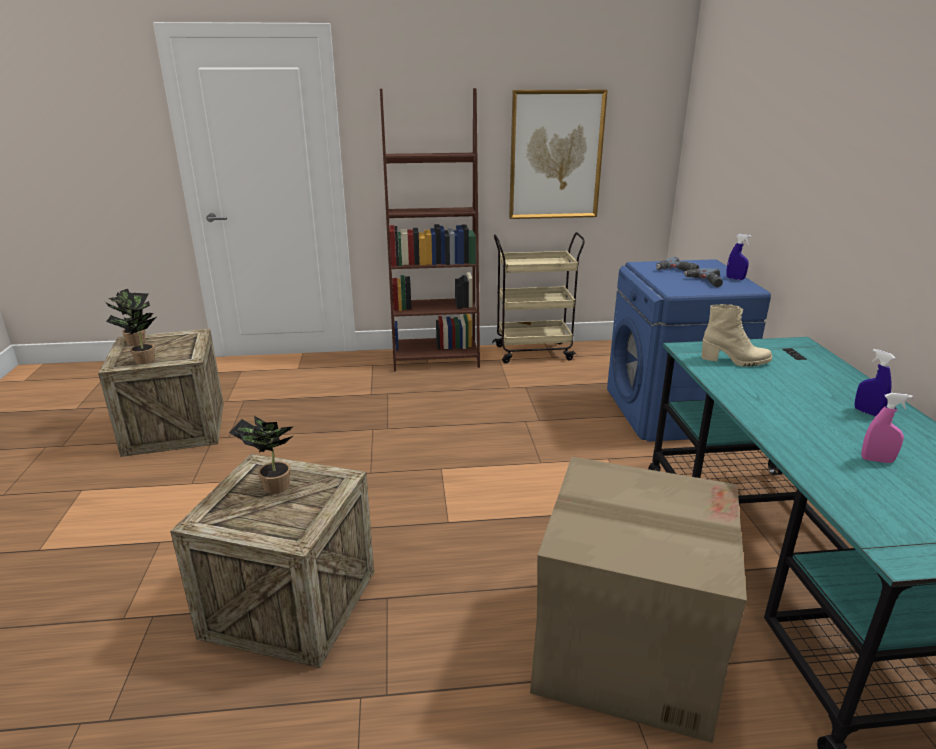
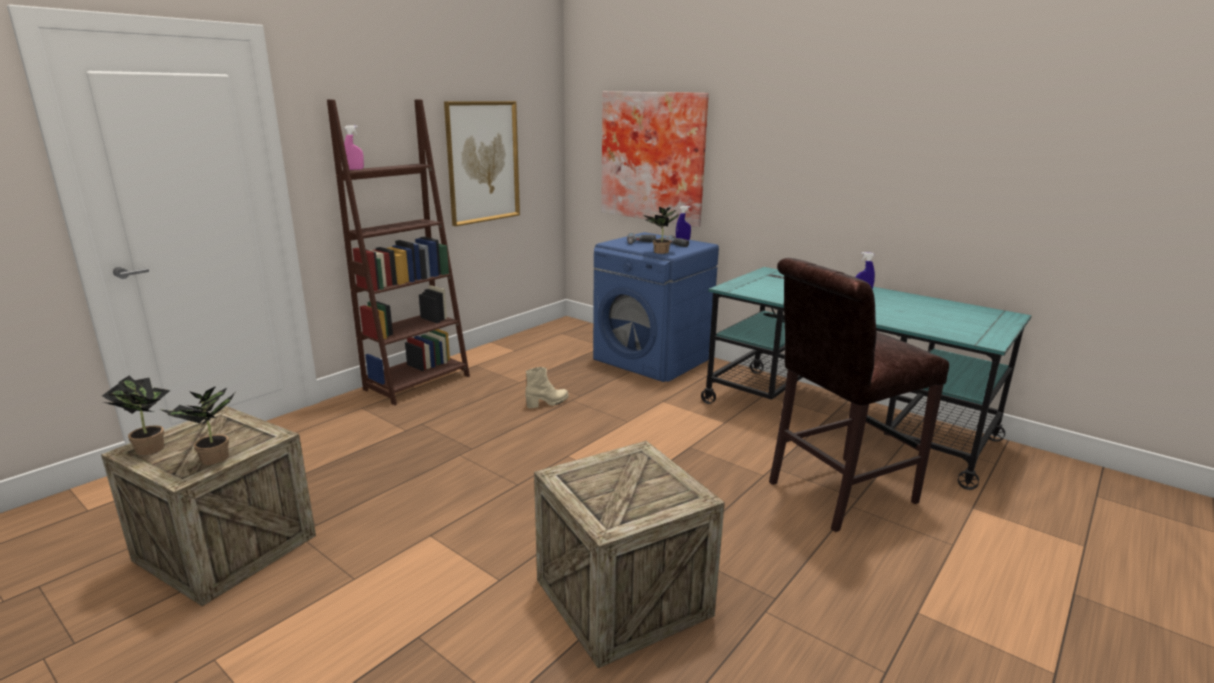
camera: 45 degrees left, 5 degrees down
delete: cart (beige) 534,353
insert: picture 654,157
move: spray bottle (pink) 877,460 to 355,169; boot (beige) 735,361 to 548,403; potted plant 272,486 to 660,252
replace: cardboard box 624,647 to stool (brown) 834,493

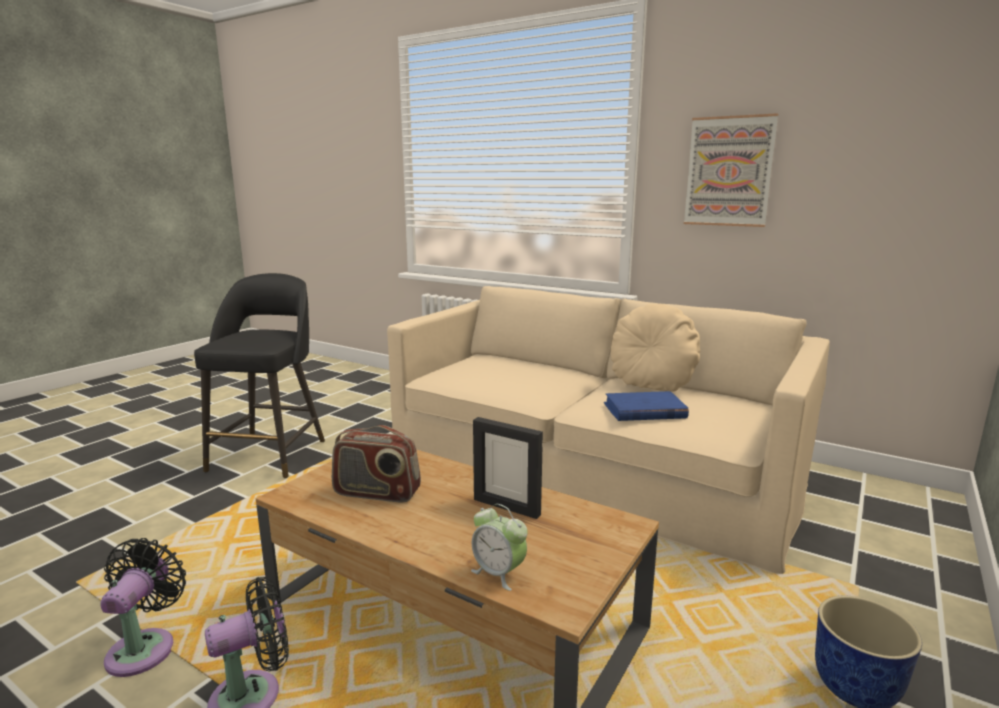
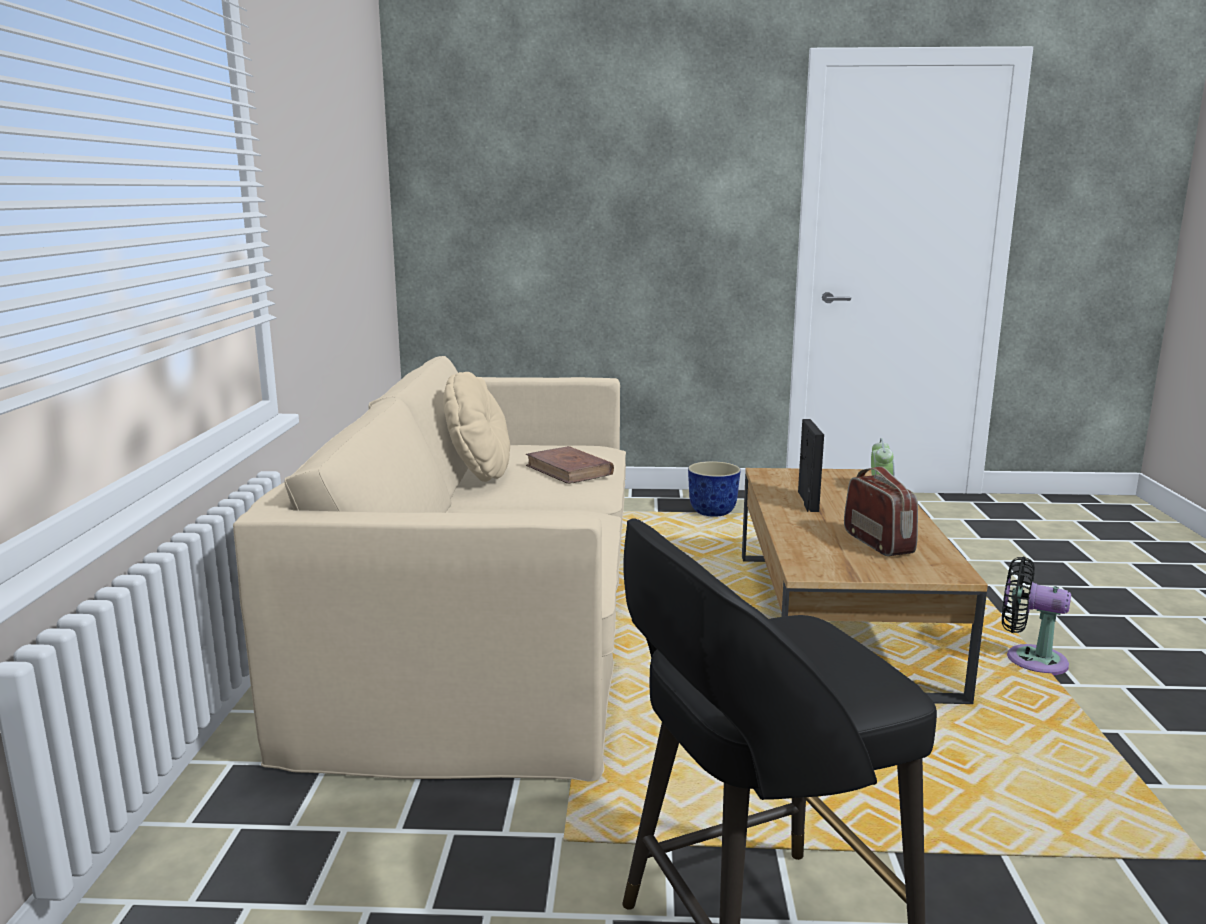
camera: 120 degrees left, 0 degrees up
delete: fan (black) 145,647; picture 729,172
recolor: book (blue) 644,411 to book (brown) 569,470

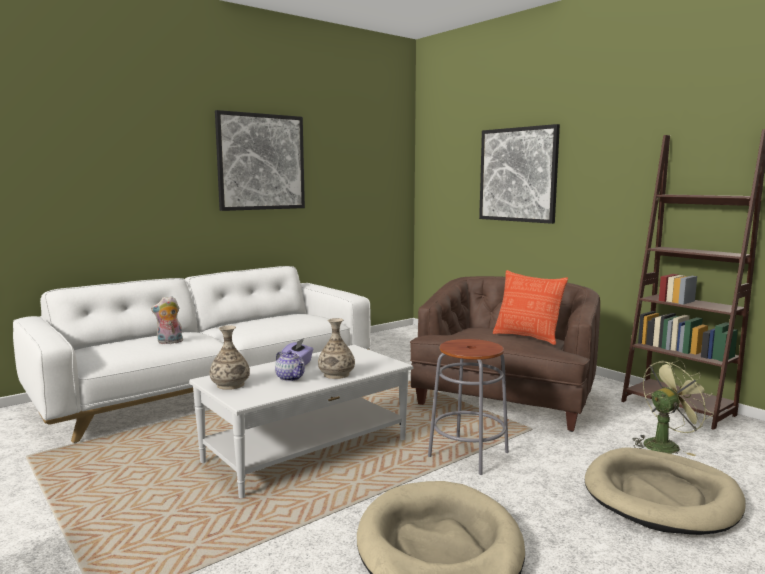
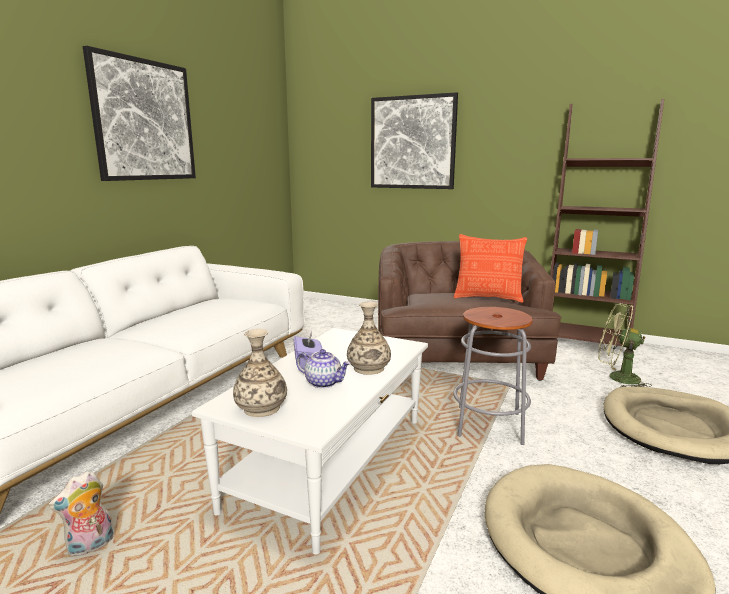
camera: 25 degrees left, 5 degrees up
move: plush toy 169,342 to 90,547
rotate: fan (green) 665,445 = 617,378 105 degrees counterclockwise

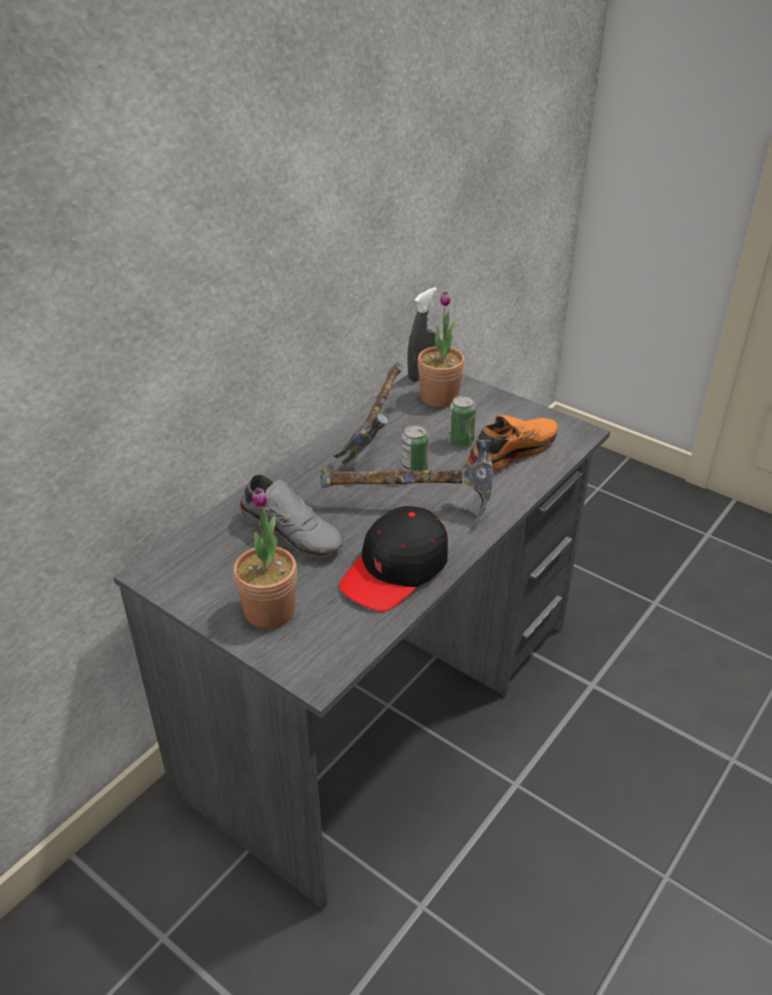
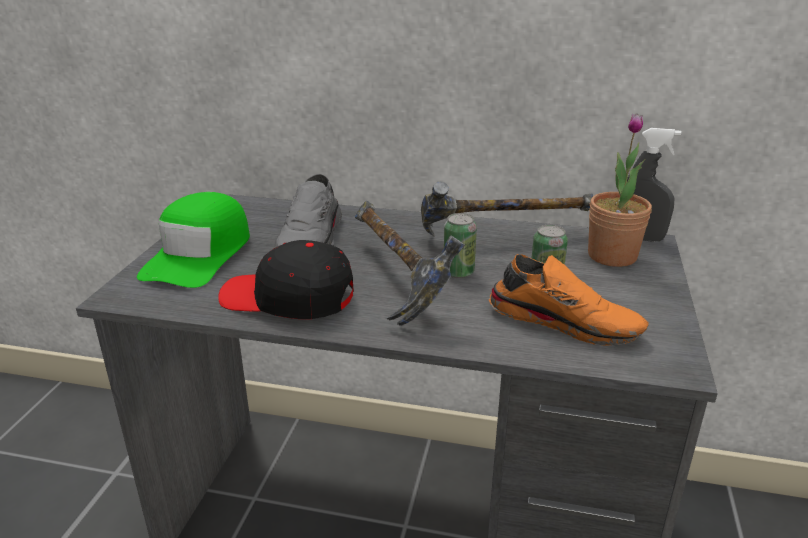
camera: 65 degrees right, 10 degrees down
replace: potted plant 269,611 to cap (green) 199,255

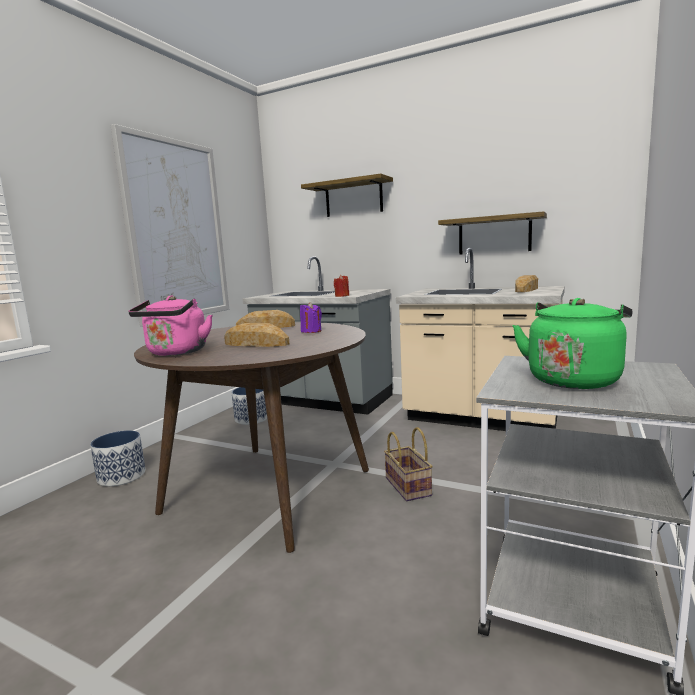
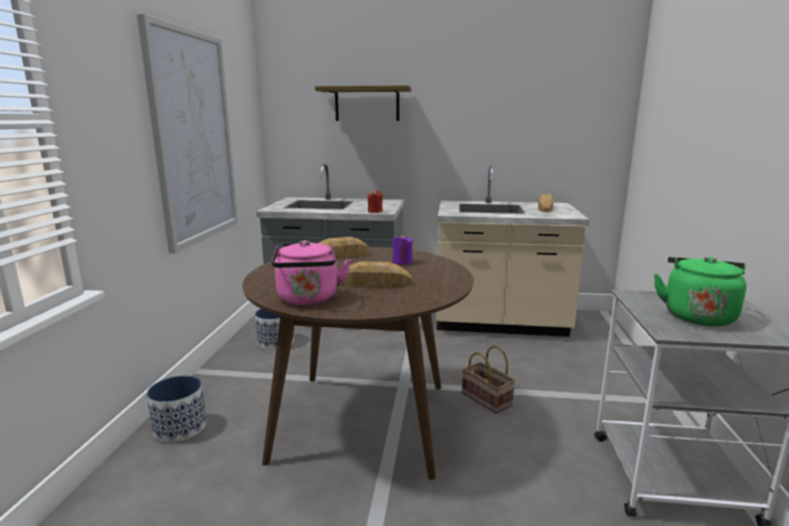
camera: 20 degrees left, 5 degrees up
delete: shelf 494,235

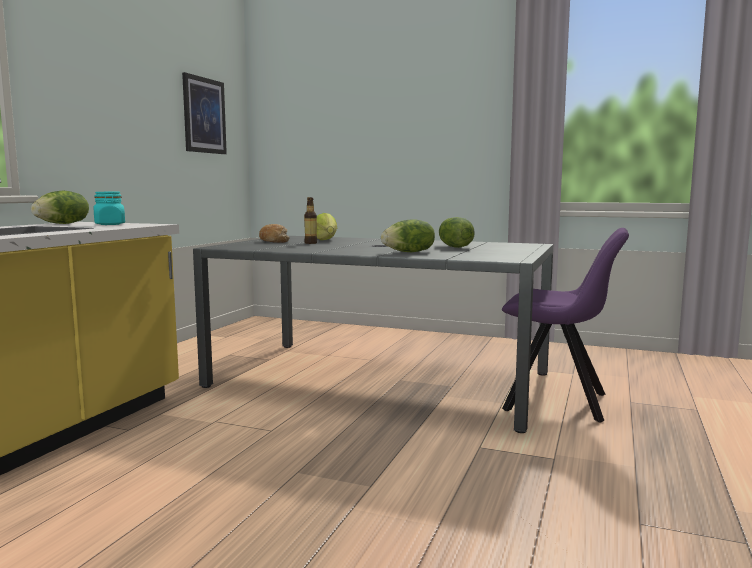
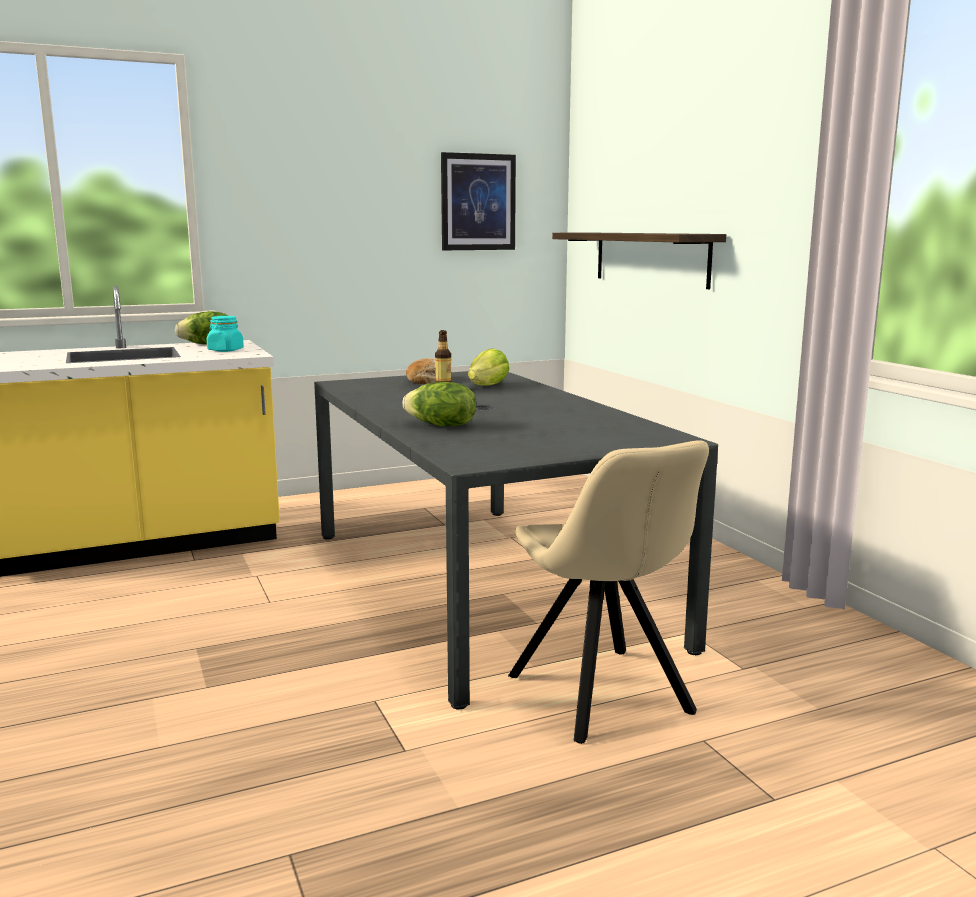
camera: 45 degrees right, 5 degrees up
delete: lettuce 454,247
insert: shelf 650,258
recolor: chair (purple) 556,402 to chair (beige) 601,694

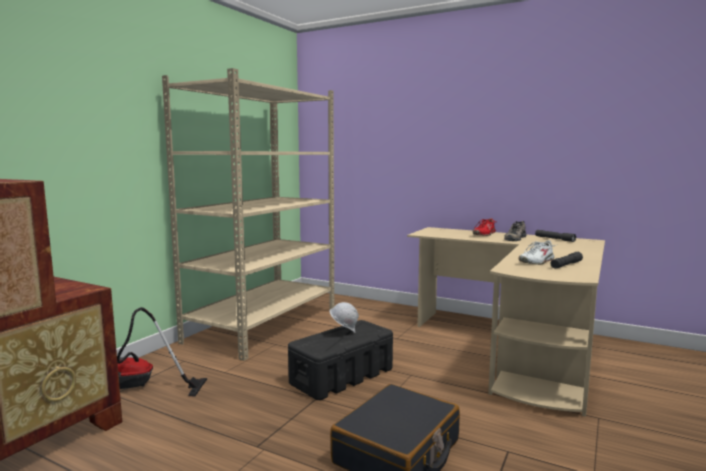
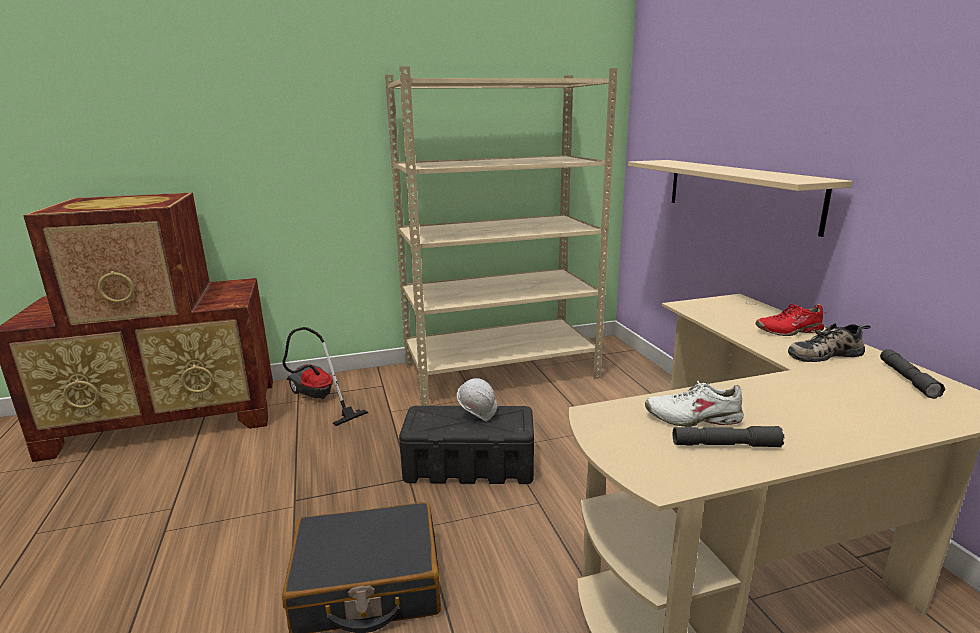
camera: 45 degrees right, 10 degrees up
insert: shelf (beige) 738,192

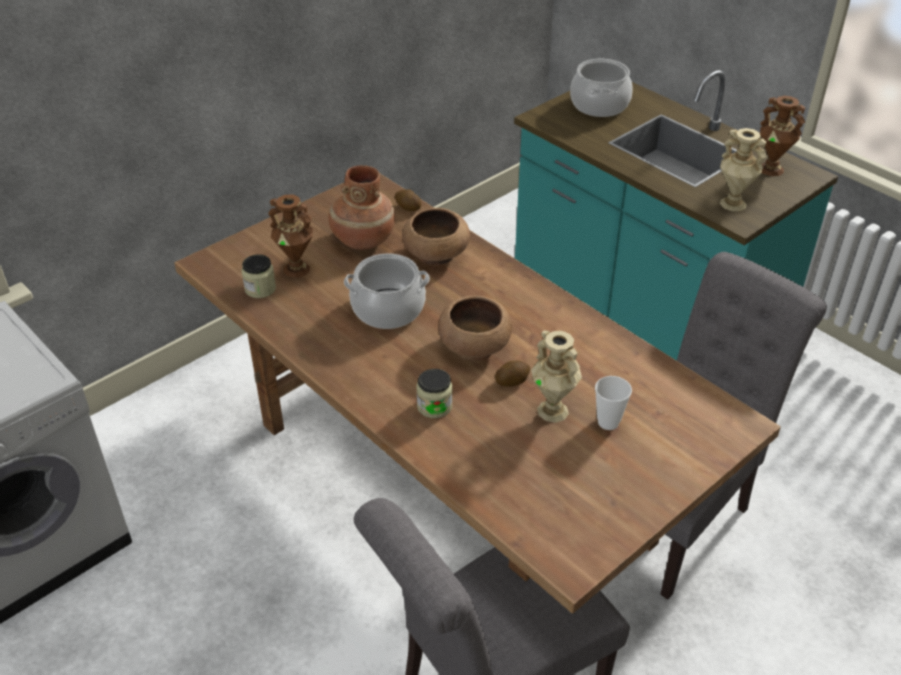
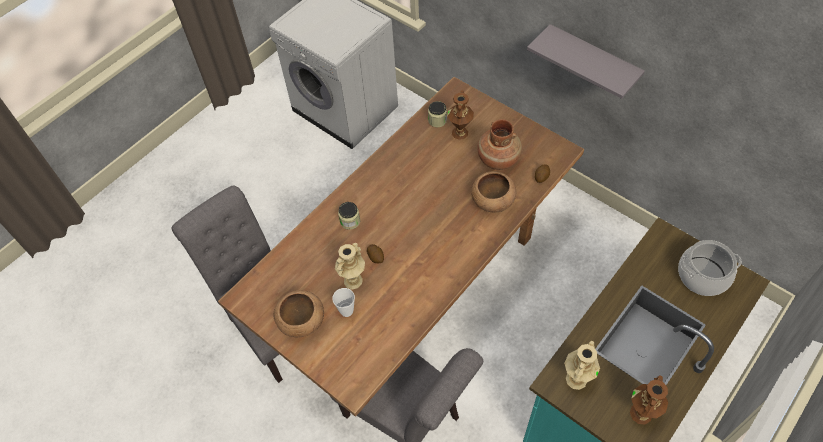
camera: 85 degrees right, 15 degrees up
delete: cooking pot 388,309
insert: shelf (grey) 592,62
move: bowl (brown) 475,346 to 302,321

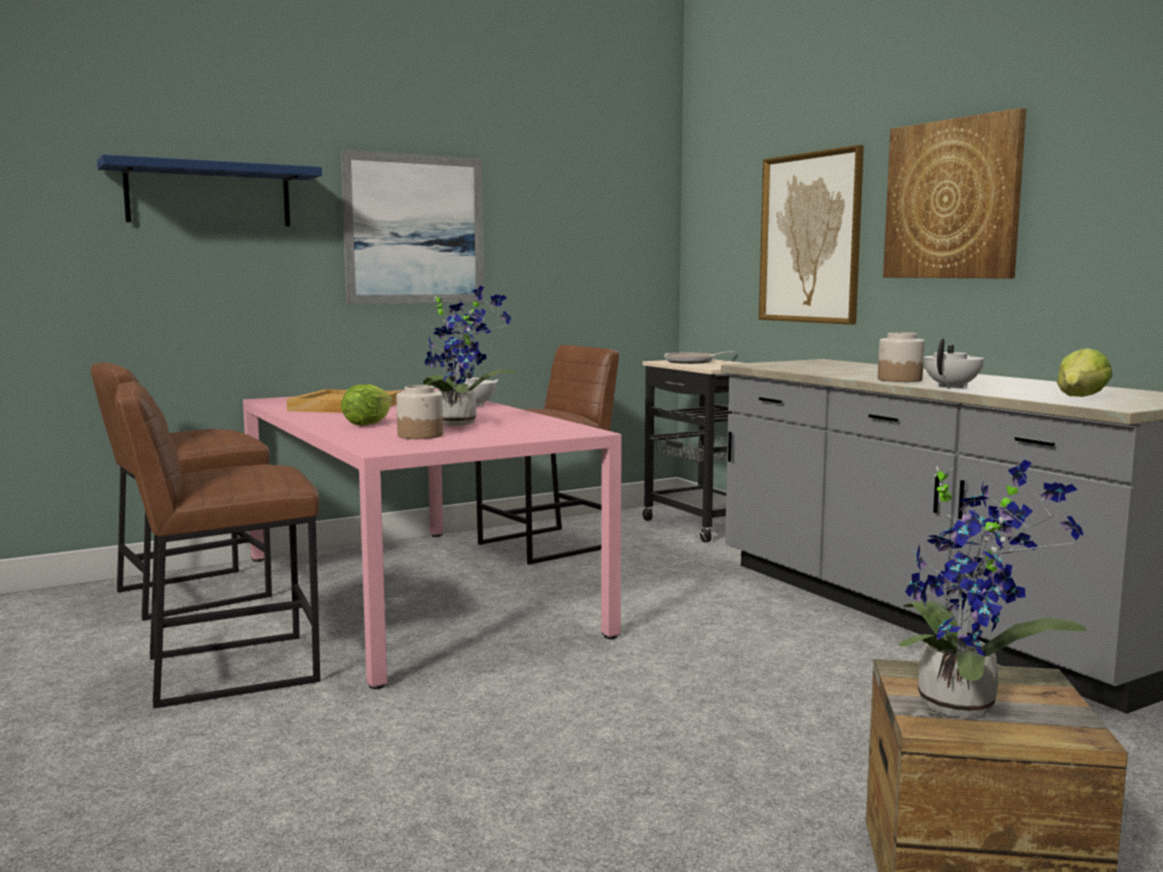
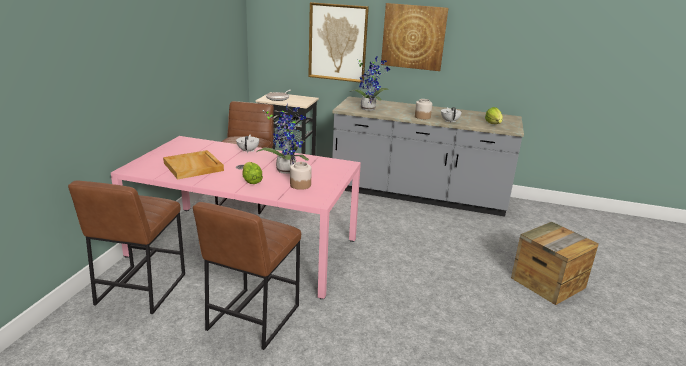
camera: 45 degrees left, 15 degrees up
delete: shelf (blue) 209,195; picture 414,229
move: potted plant 965,704 to 369,108

